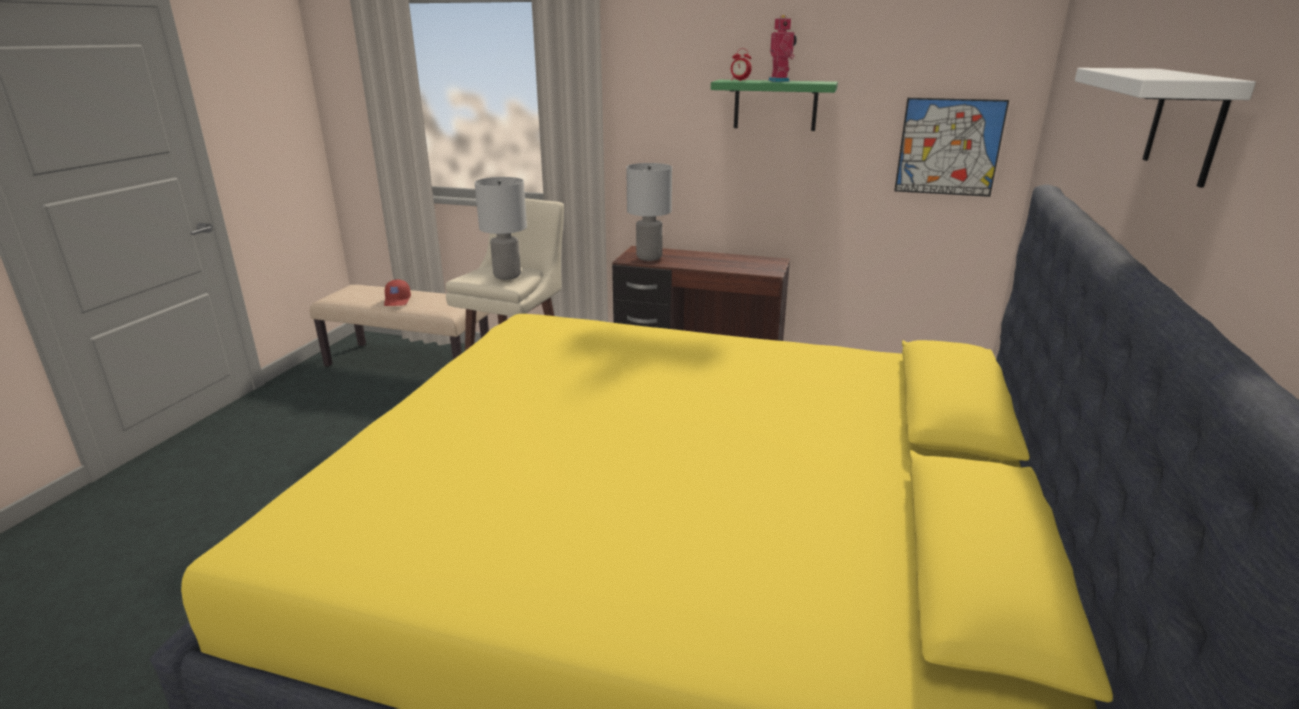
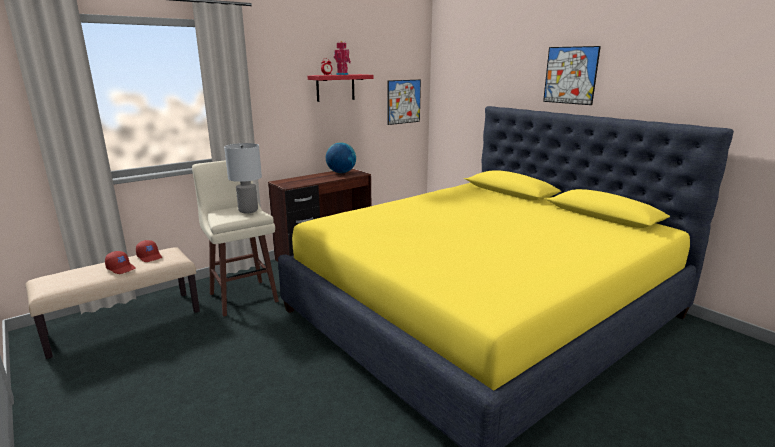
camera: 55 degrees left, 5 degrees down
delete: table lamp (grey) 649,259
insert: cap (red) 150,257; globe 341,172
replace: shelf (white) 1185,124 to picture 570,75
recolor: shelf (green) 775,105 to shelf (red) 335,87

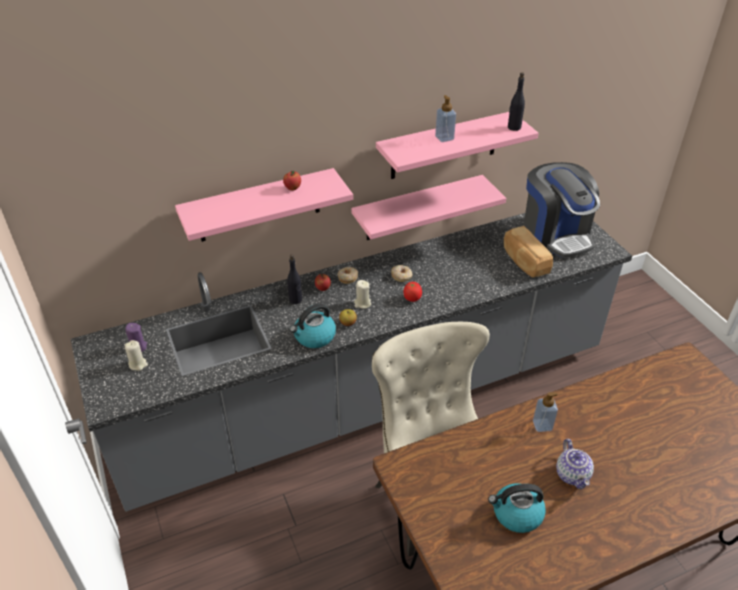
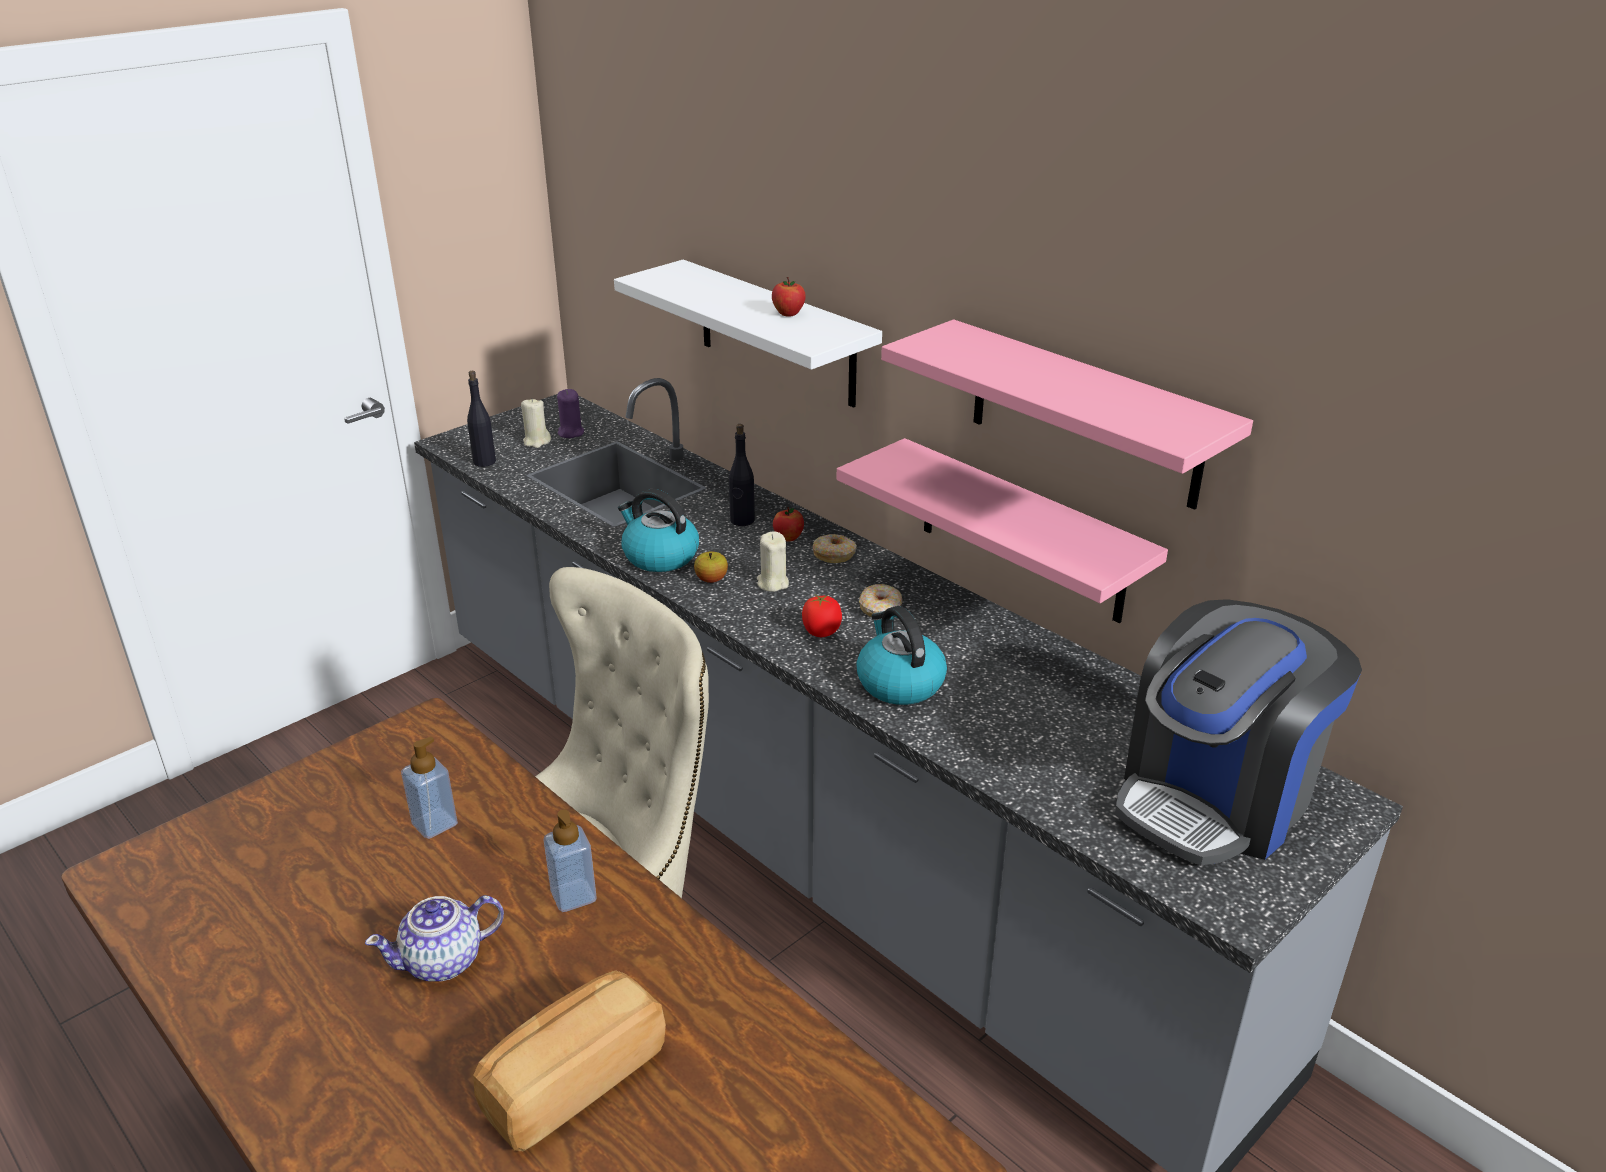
camera: 70 degrees right, 10 degrees down
move: soap dispenser 444,138 to 434,824; bottle (black) 514,127 to 484,461; bread 524,261 to 572,1080; kettle 516,514 to 899,683
recolor: shelf (pink) 259,206 to shelf (white) 776,334

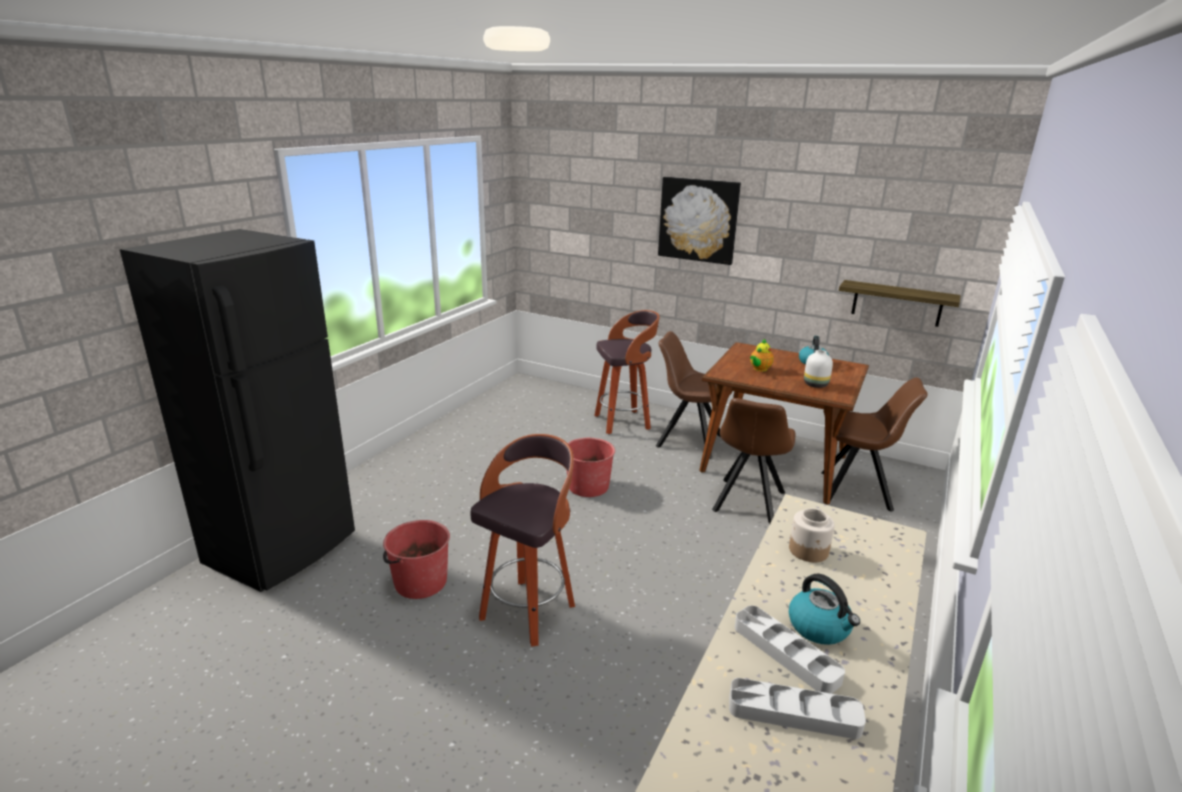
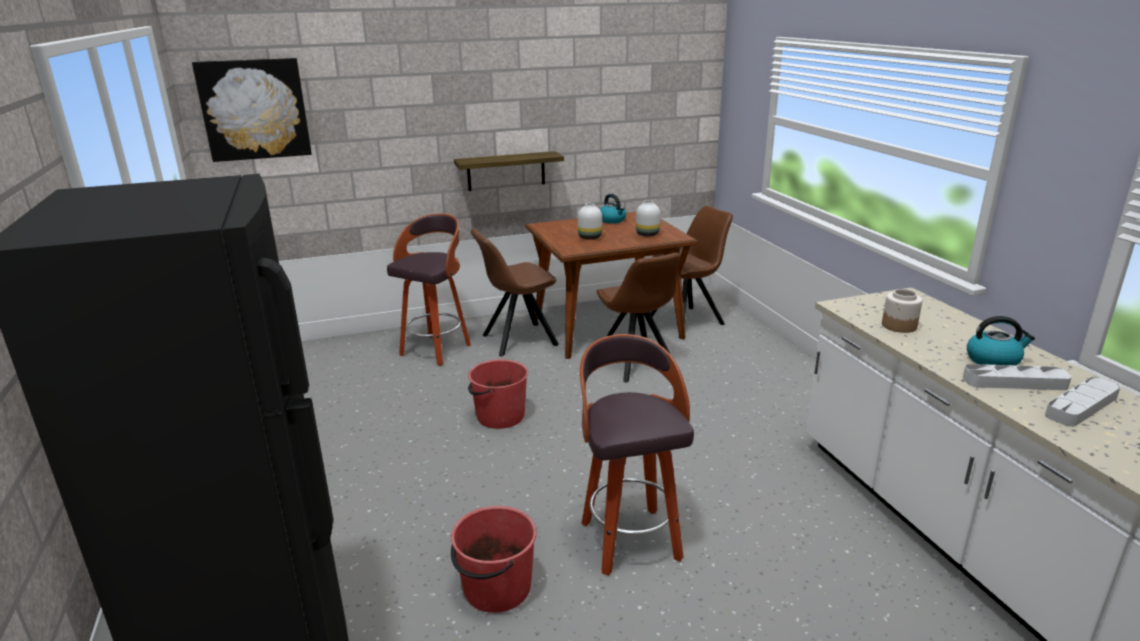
camera: 45 degrees left, 0 degrees up
move: picture 698,220 to 254,109; shelf 897,303 to 506,171
replace: teapot 759,369 to vase (white) 589,237

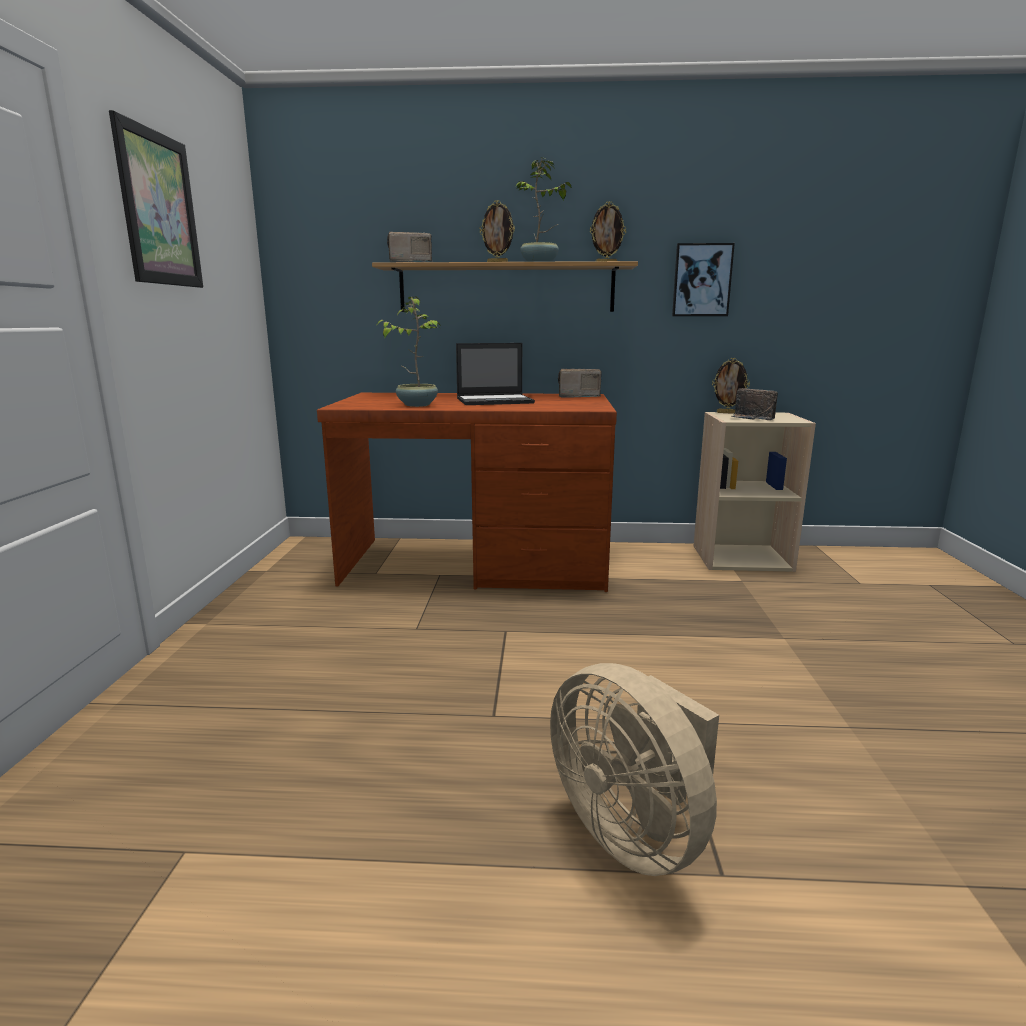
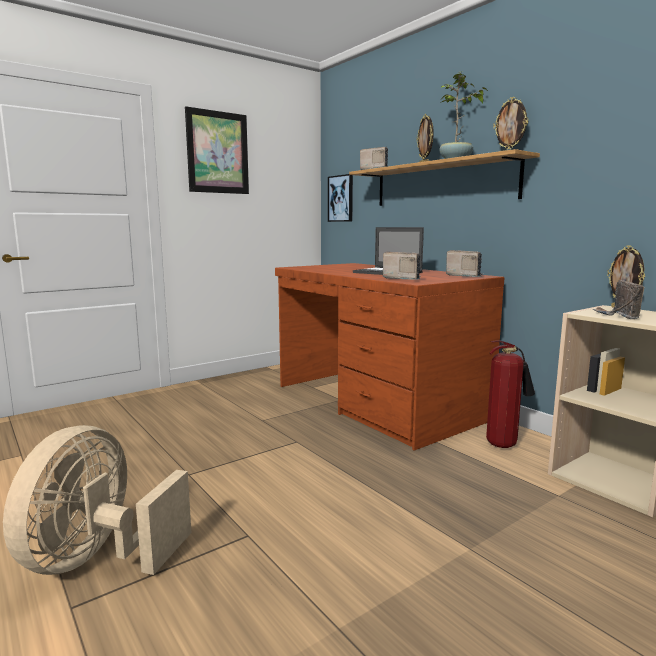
camera: 50 degrees right, 5 degrees down
delete: potted plant 417,405
insert: radio 402,278; fire extinguisher 504,444
move: picture 702,280 to 341,198

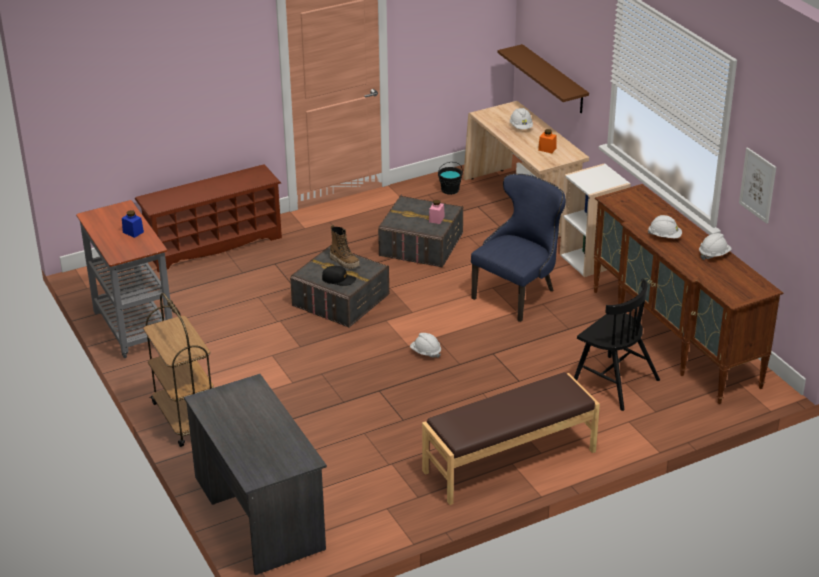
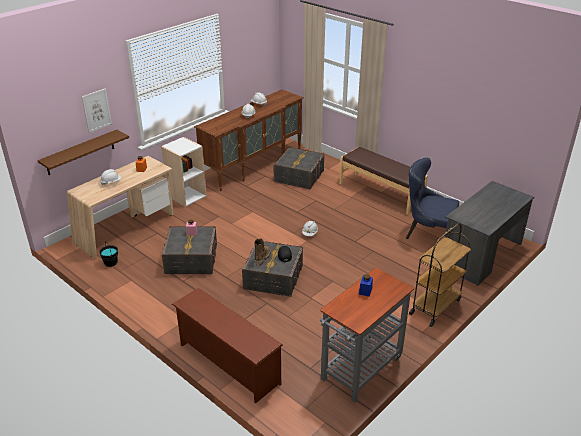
camera: 110 degrees left, 0 degrees up
move: picture 758,185 to 96,110; chair (blue) 518,294 to 427,235
replace: chair (black) 611,380 to storage box (grey) 299,176

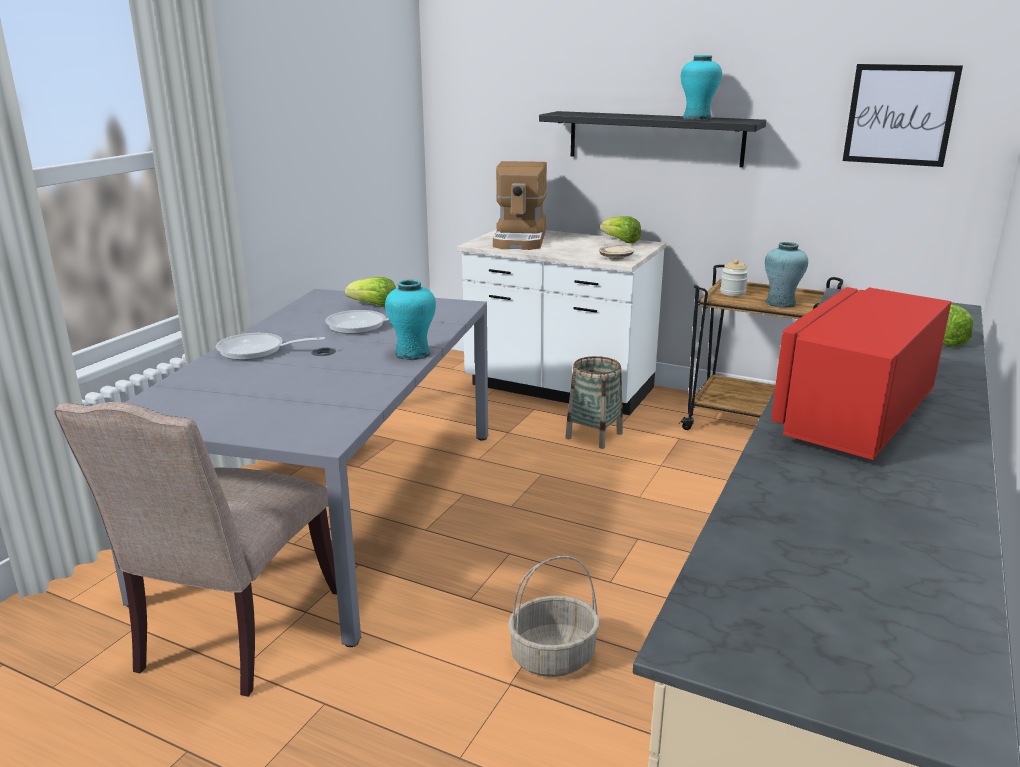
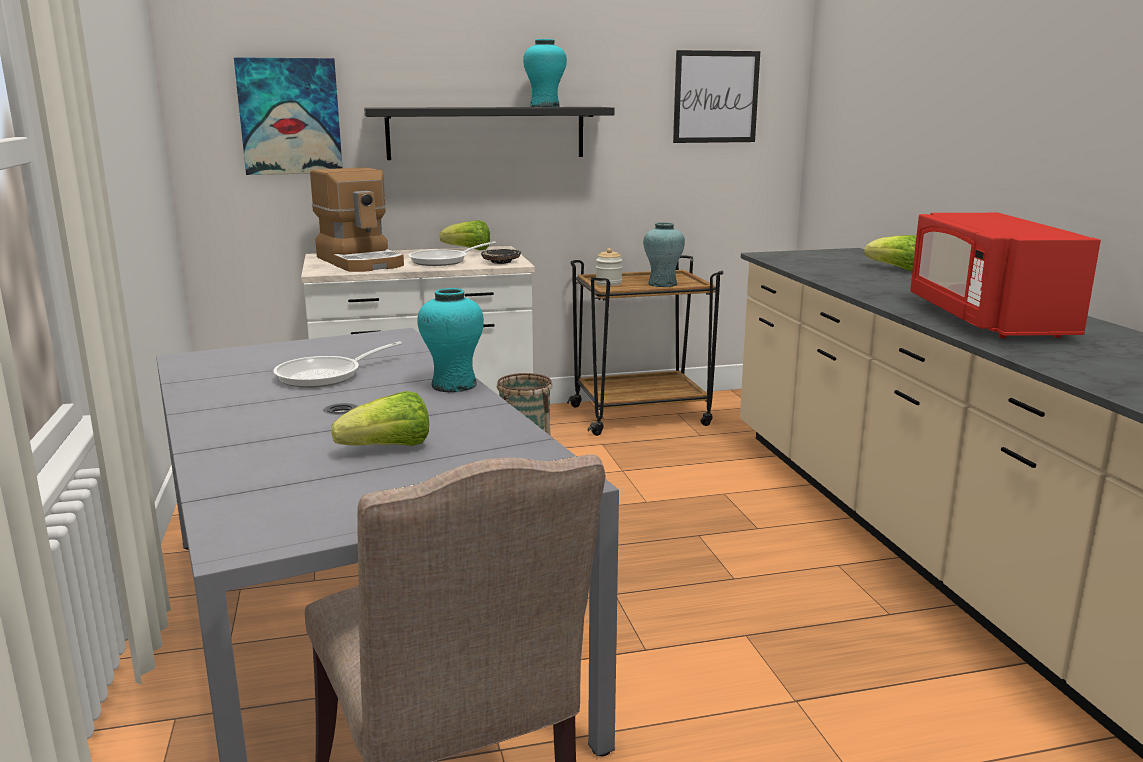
camera: 40 degrees left, 5 degrees down
delete: basket 552,657
insert: picture 290,116
move: lettuce 374,306 to 388,448; frying pan 257,351 to 444,261
recolor: plate (beige) 616,258 to plate (black) 501,262

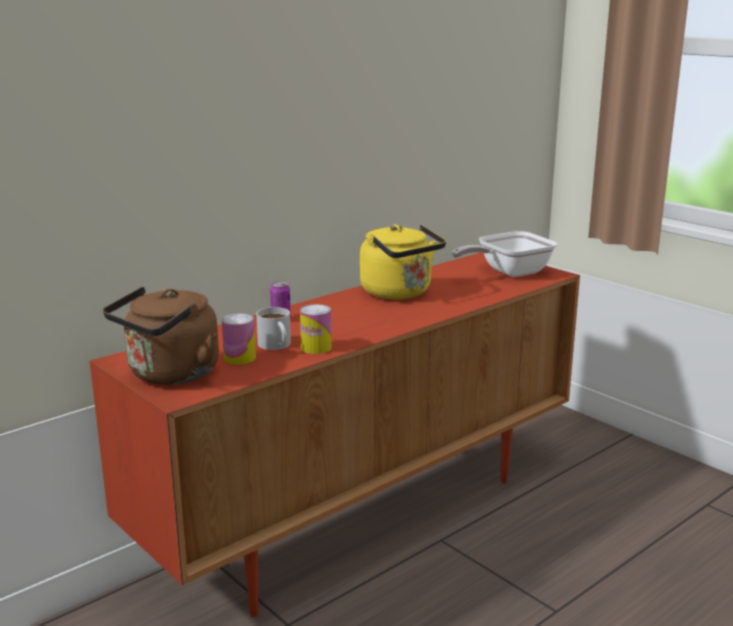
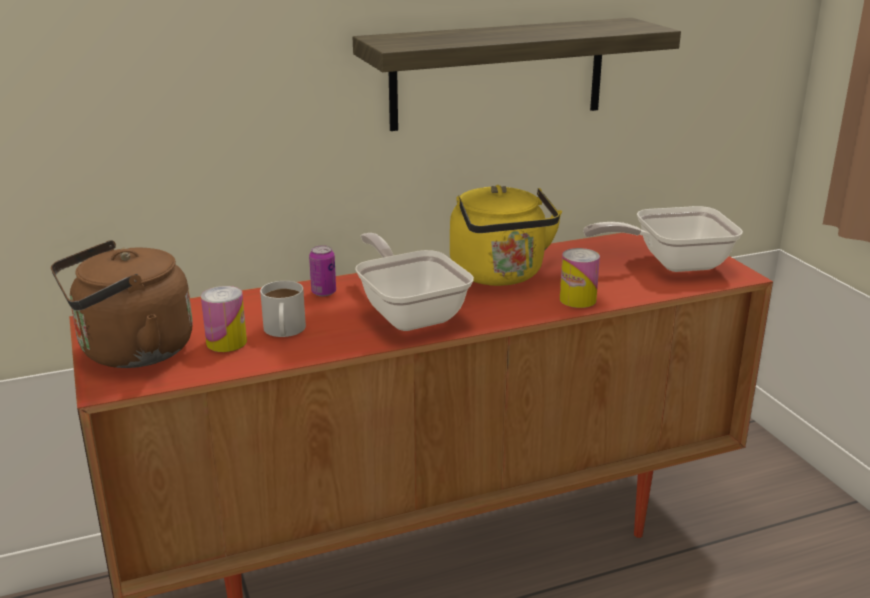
camera: 20 degrees right, 5 degrees up
insert: shelf 498,73; frying pan 409,312
move: can 316,348 to 577,299

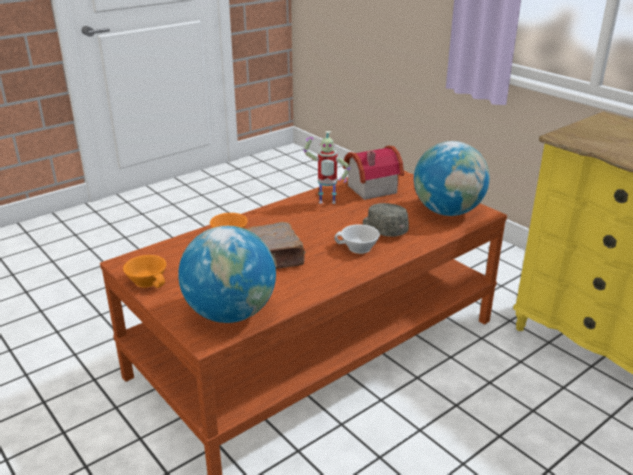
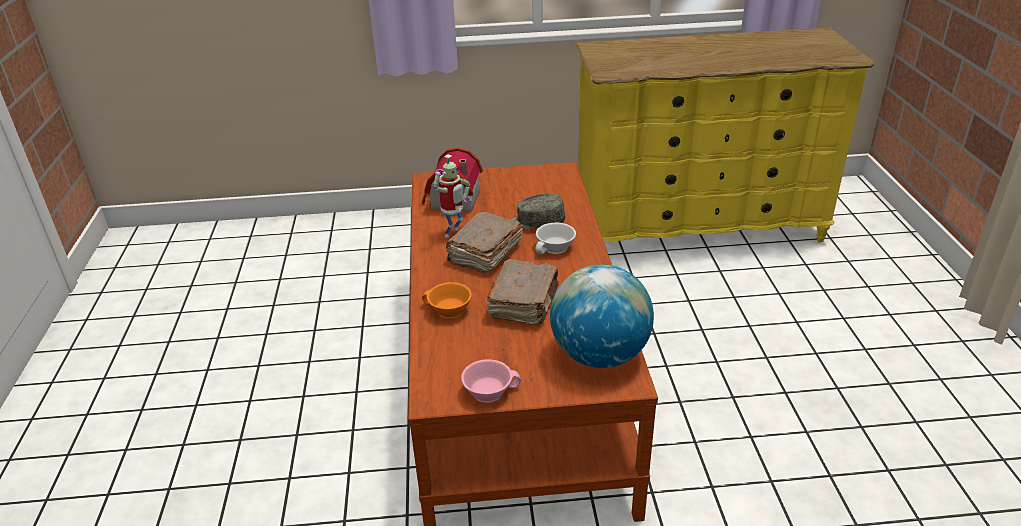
camera: 55 degrees left, 5 degrees up
delete: globe 447,212
insert: book (brown) 484,254
recolor: cup (orange) 149,280 to cup (pink) 489,390

